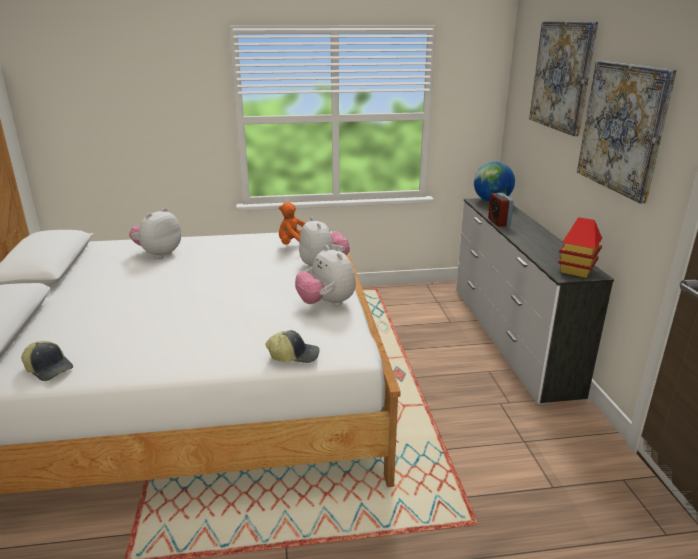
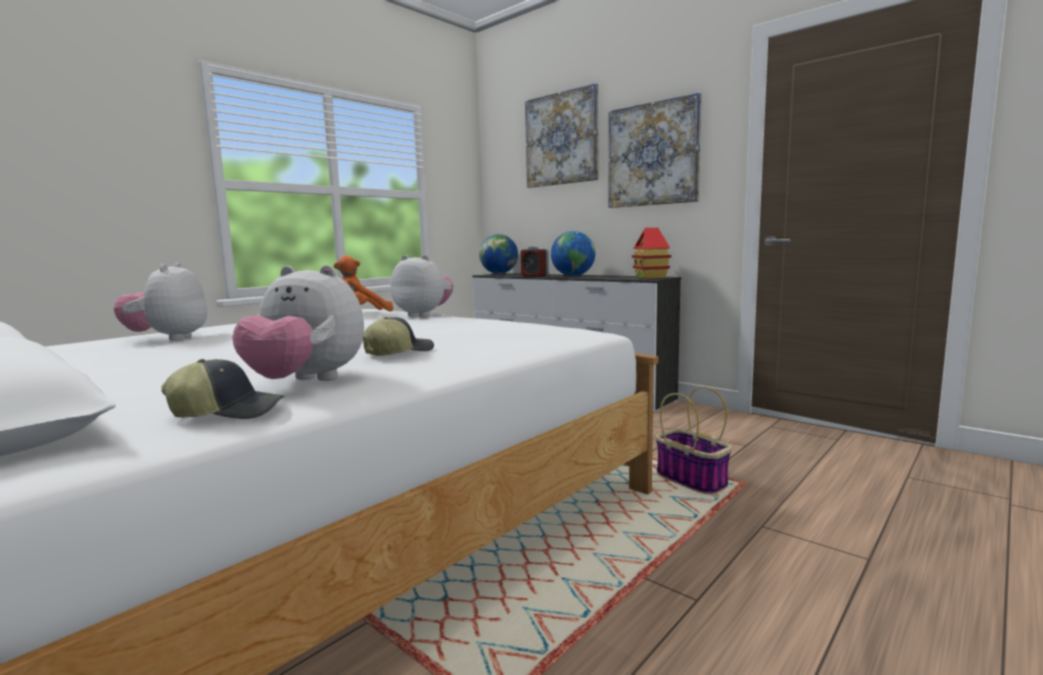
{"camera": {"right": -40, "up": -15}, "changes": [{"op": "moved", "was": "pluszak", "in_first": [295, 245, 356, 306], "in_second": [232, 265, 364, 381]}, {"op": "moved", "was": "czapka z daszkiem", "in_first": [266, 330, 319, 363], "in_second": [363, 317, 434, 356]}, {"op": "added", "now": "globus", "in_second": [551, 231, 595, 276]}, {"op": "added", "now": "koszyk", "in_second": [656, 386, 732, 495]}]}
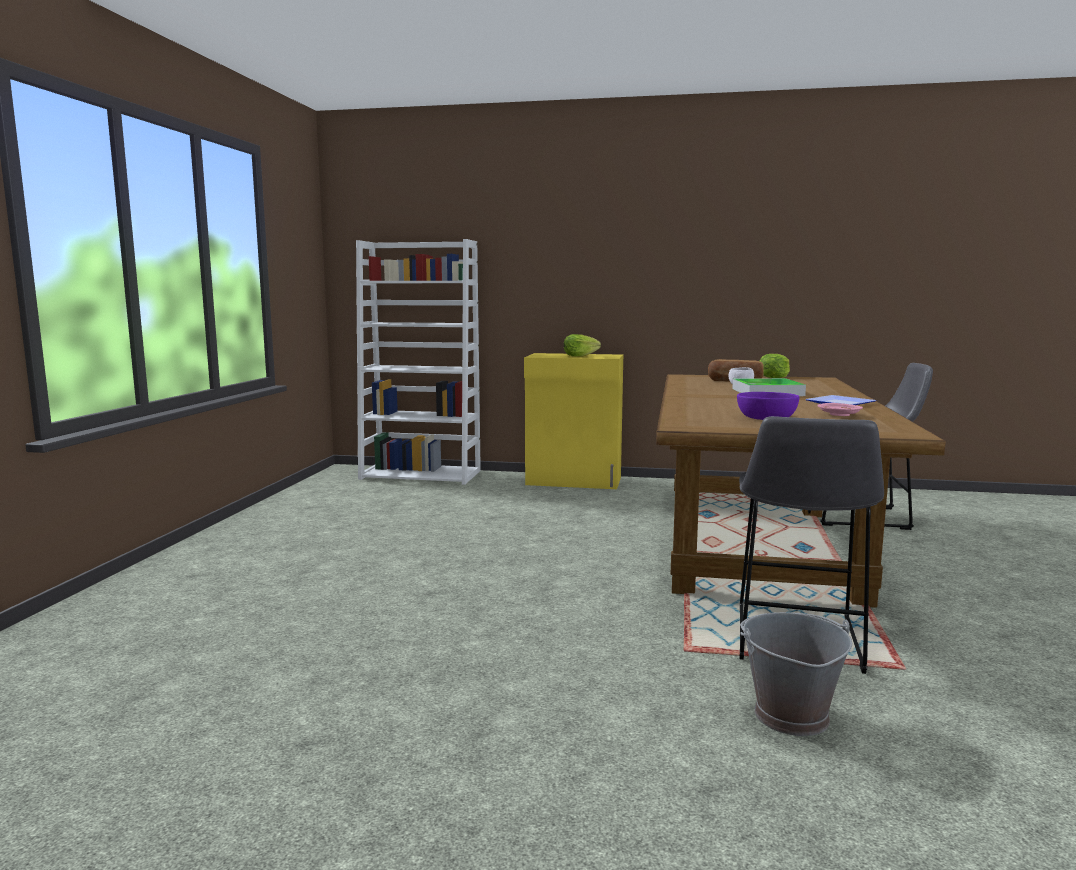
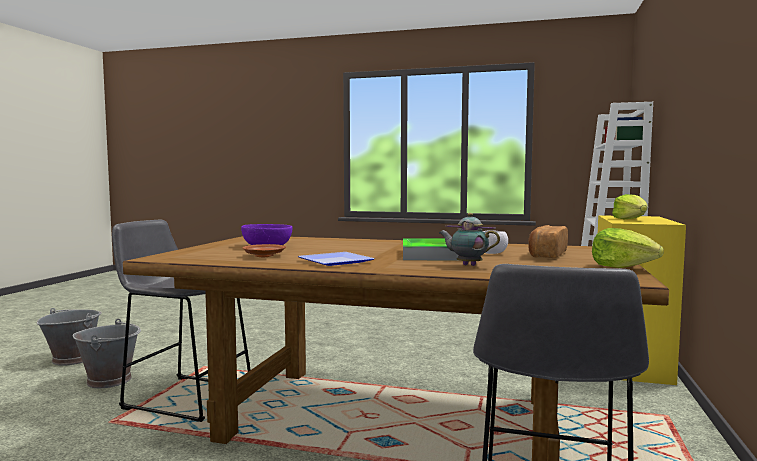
{"camera": {"right": 95, "up": -5}, "changes": [{"op": "recoloured", "was": "talerz (różowy)", "now": "talerz (brązowy)", "in_first": [817, 403, 863, 416], "in_second": [243, 244, 286, 257]}, {"op": "added", "now": "imbryk", "in_second": [439, 213, 500, 266]}, {"op": "added", "now": "wiadro (szary)", "in_second": [37, 308, 102, 366]}]}
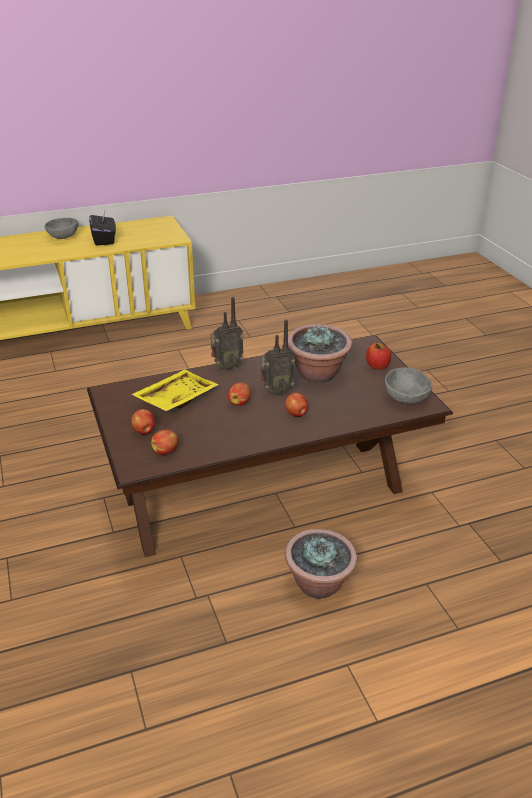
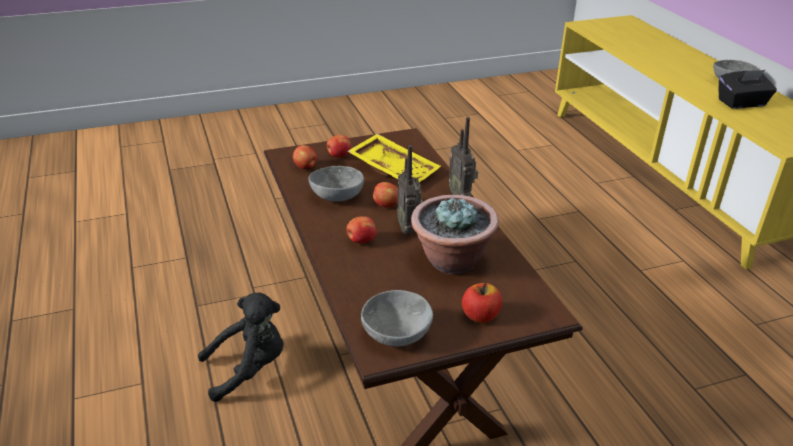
{"camera": {"right": 90, "up": 0}, "changes": [{"op": "replaced", "was": "roślina doniczkowa", "now": "pluszak (czarny)", "in_first": [285, 529, 357, 599], "in_second": [198, 292, 284, 402]}, {"op": "added", "now": "miska (szary)", "in_second": [309, 166, 364, 201]}]}
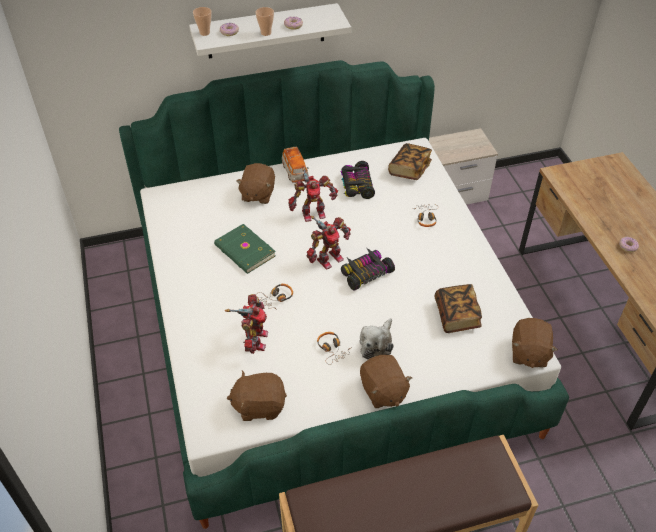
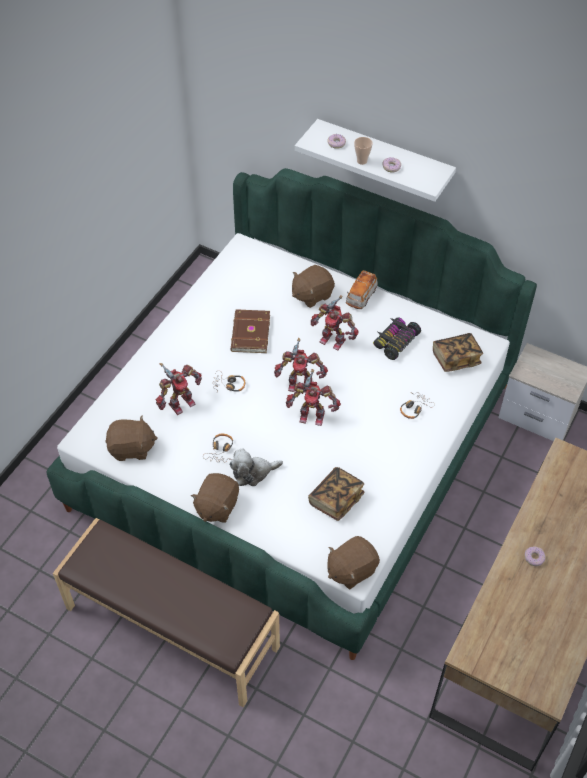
{"camera": {"right": 45, "up": 5}, "changes": [{"op": "removed", "was": "filiżanka", "in_first": [193, 7, 212, 36]}, {"op": "recoloured", "was": "książka (zielony)", "now": "książka (brązowy)", "in_first": [214, 224, 276, 274], "in_second": [230, 309, 270, 353]}, {"op": "replaced", "was": "samochodzik", "now": "robot zabawkowy", "in_first": [341, 248, 395, 291], "in_second": [286, 369, 341, 426]}, {"op": "turned", "was": "pluszak (brązowy)", "in_first": [227, 370, 287, 421], "in_second": [105, 415, 158, 461], "clockwise": 135}]}
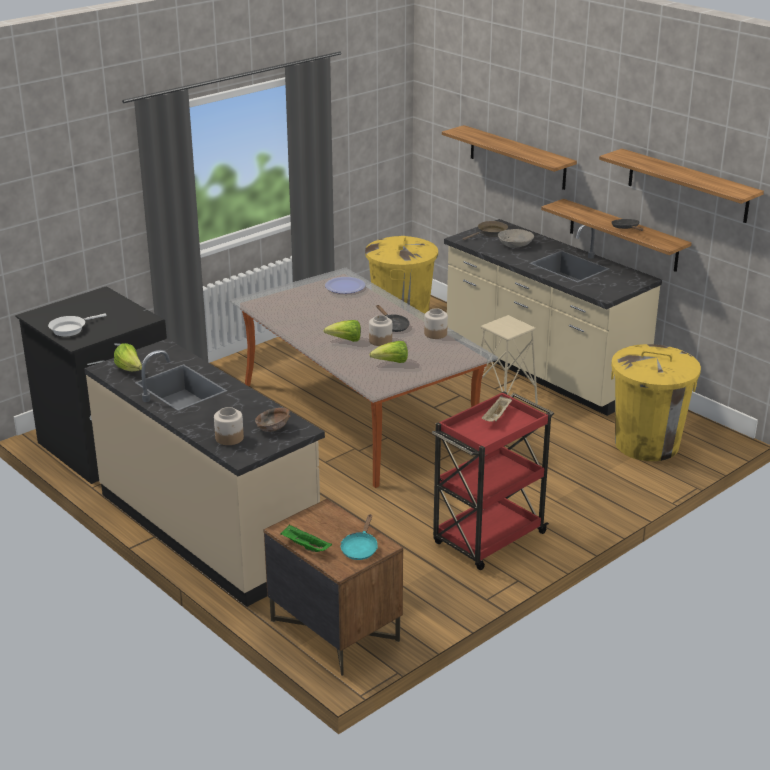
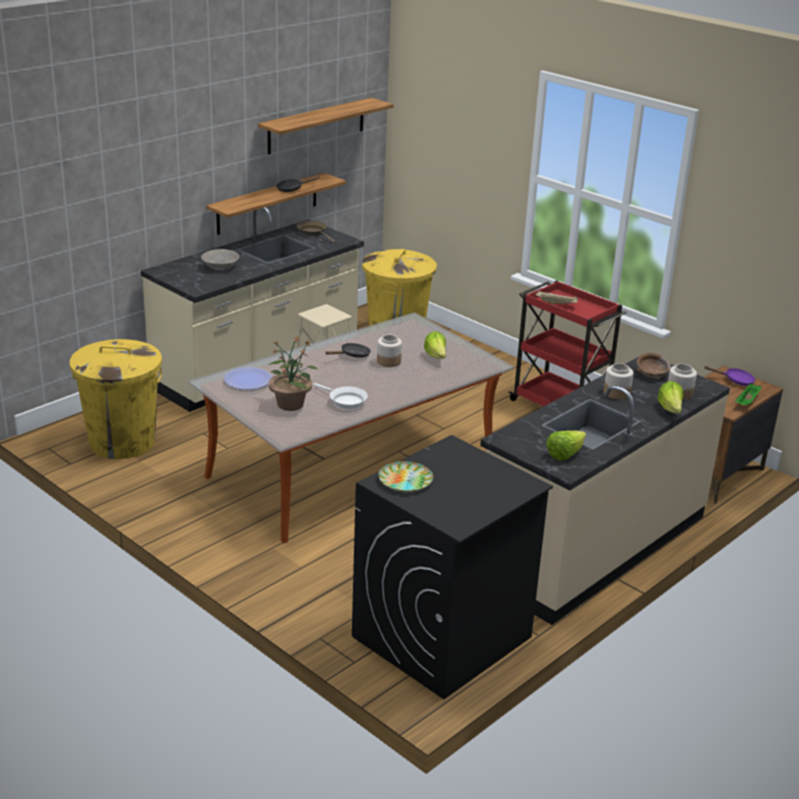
{"camera": {"right": -95, "up": 0}, "changes": [{"op": "removed", "was": "półka", "in_first": [442, 125, 577, 190]}, {"op": "moved", "was": "patelnia (brązowy)", "in_first": [463, 221, 508, 240], "in_second": [296, 221, 336, 243]}, {"op": "moved", "was": "słoik", "in_first": [424, 308, 448, 339], "in_second": [604, 363, 633, 399]}, {"op": "moved", "was": "patelnia (biały)", "in_first": [48, 313, 106, 336], "in_second": [313, 383, 368, 409]}, {"op": "moved", "was": "sałata", "in_first": [324, 320, 361, 342], "in_second": [657, 381, 684, 413]}, {"op": "recoloured", "was": "patelnia (turkusowy)", "now": "patelnia (fioletowy)", "in_first": [340, 514, 378, 560], "in_second": [705, 366, 755, 386]}, {"op": "added", "now": "roślina doniczkowa", "in_second": [268, 335, 317, 411]}, {"op": "added", "now": "talerz", "in_second": [378, 461, 433, 492]}]}
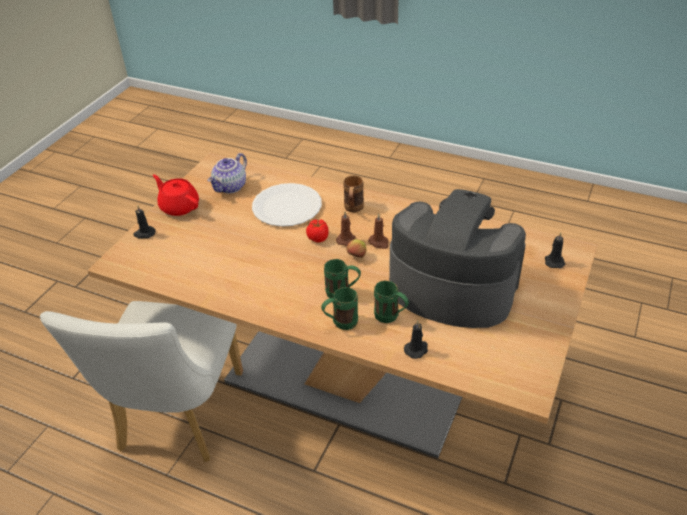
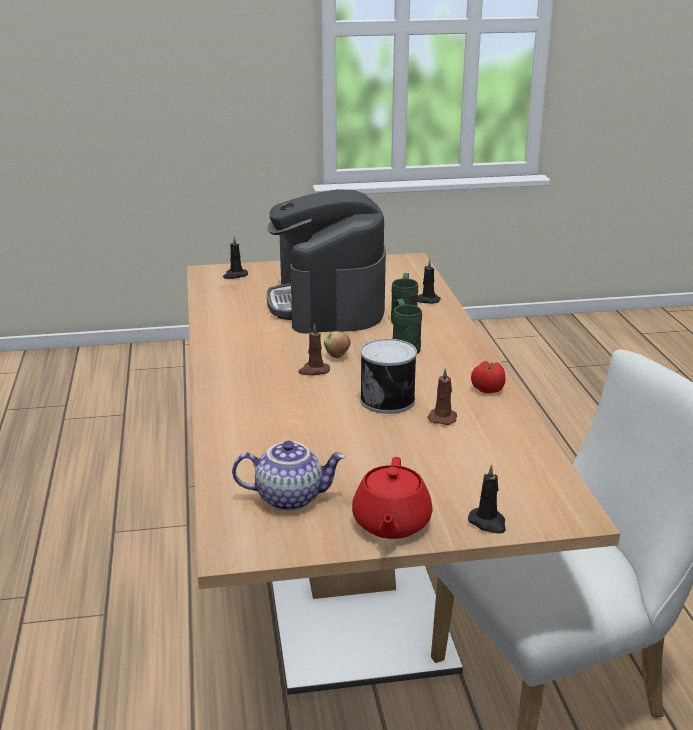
{"camera": {"right": -125, "up": -15}, "changes": [{"op": "removed", "was": "kubek (brązowy)", "in_first": [343, 175, 364, 212]}, {"op": "removed", "was": "talerz (biały)", "in_first": [252, 183, 322, 227]}, {"op": "moved", "was": "świeca (brązowy)", "in_first": [368, 213, 389, 249], "in_second": [427, 367, 457, 425]}, {"op": "moved", "was": "pomidor", "in_first": [306, 219, 329, 243], "in_second": [471, 361, 506, 394]}, {"op": "removed", "was": "kubek (zielony)", "in_first": [321, 287, 358, 330]}, {"op": "added", "now": "puszka", "in_second": [360, 339, 417, 414]}]}
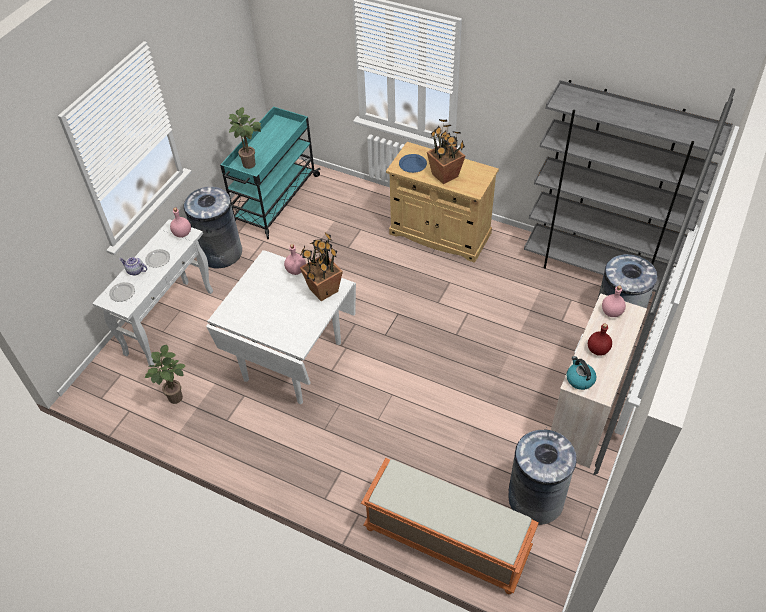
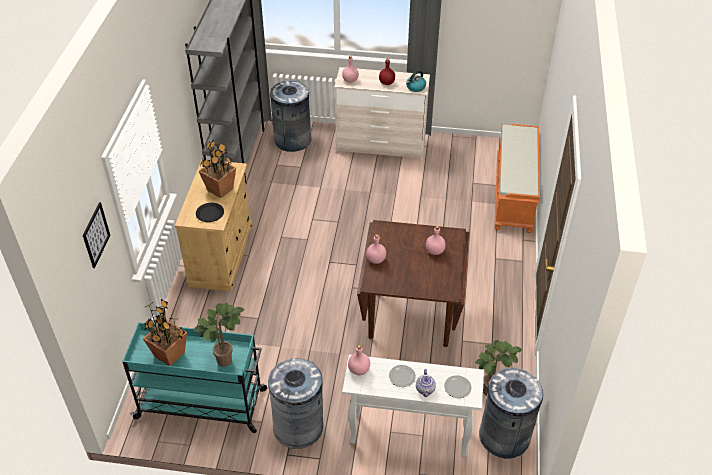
{"camera": {"right": -110, "up": -5}, "changes": [{"op": "recoloured", "was": "talerz (niebieski)", "now": "talerz (czarny)", "in_first": [399, 154, 427, 173], "in_second": [196, 203, 224, 222]}, {"op": "moved", "was": "roślina doniczkowa", "in_first": [300, 233, 343, 301], "in_second": [143, 299, 187, 366]}, {"op": "recoloured", "was": "stół jadalny (biały)", "now": "stół jadalny (brązowy)", "in_first": [206, 250, 356, 404], "in_second": [357, 220, 469, 347]}, {"op": "moved", "was": "kosz na śmieci (szary)", "in_first": [508, 427, 577, 525], "in_second": [479, 368, 543, 458]}, {"op": "added", "now": "obraz", "in_second": [83, 202, 110, 268]}, {"op": "added", "now": "butelka (różowy)", "in_second": [426, 226, 446, 255]}]}
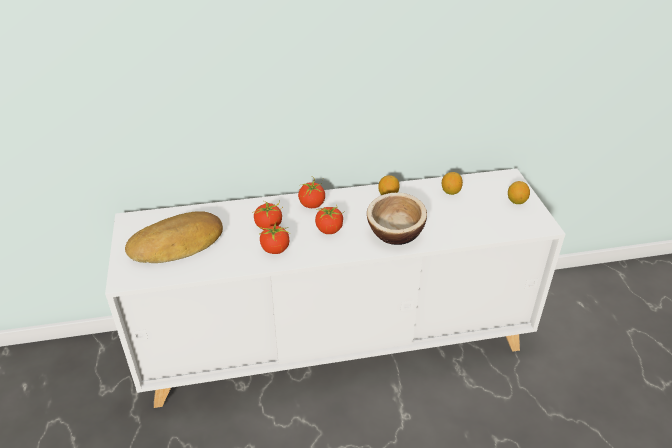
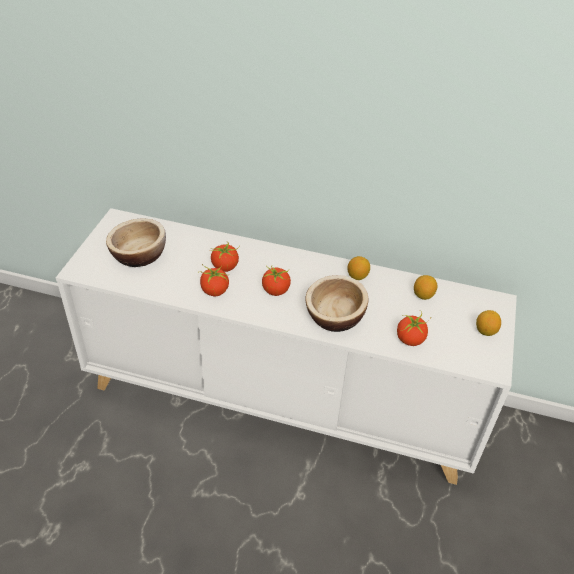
{"camera": {"right": 25, "up": 5}, "changes": [{"op": "moved", "was": "pomidor", "in_first": [298, 176, 325, 208], "in_second": [397, 310, 430, 346]}, {"op": "replaced", "was": "chleb", "now": "miska", "in_first": [125, 211, 223, 263], "in_second": [106, 219, 166, 267]}]}
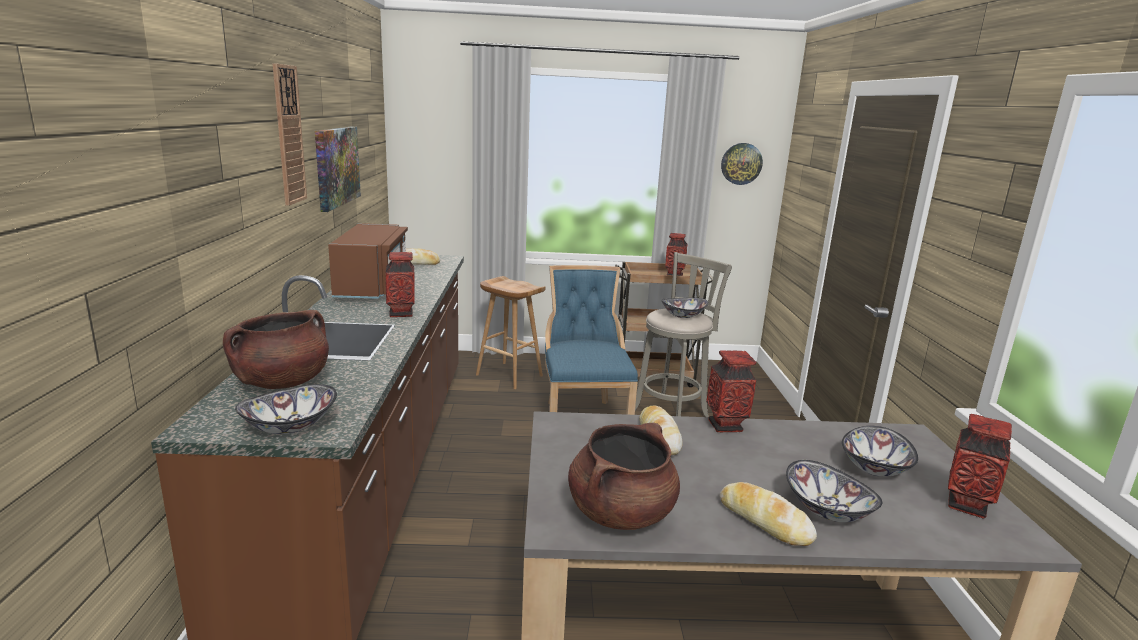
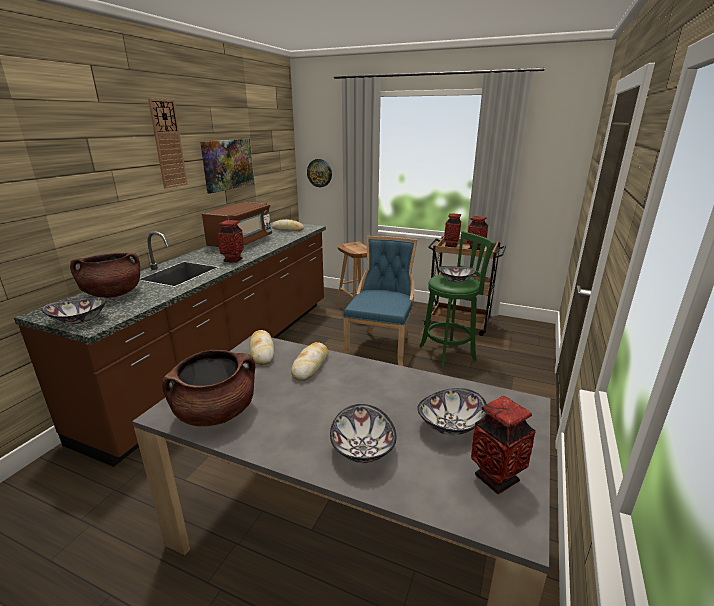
{"camera": {"right": 25, "up": 5}, "changes": [{"op": "moved", "was": "zegar ścienny", "in_first": [721, 143, 763, 185], "in_second": [307, 159, 332, 187]}, {"op": "recoloured", "was": "stołek (szary)", "now": "stołek (zielony)", "in_first": [635, 252, 732, 417], "in_second": [419, 231, 495, 368]}, {"op": "moved", "was": "wazon", "in_first": [706, 350, 756, 432], "in_second": [444, 213, 461, 248]}, {"op": "moved", "was": "chleb", "in_first": [720, 482, 817, 546], "in_second": [250, 330, 274, 365]}]}
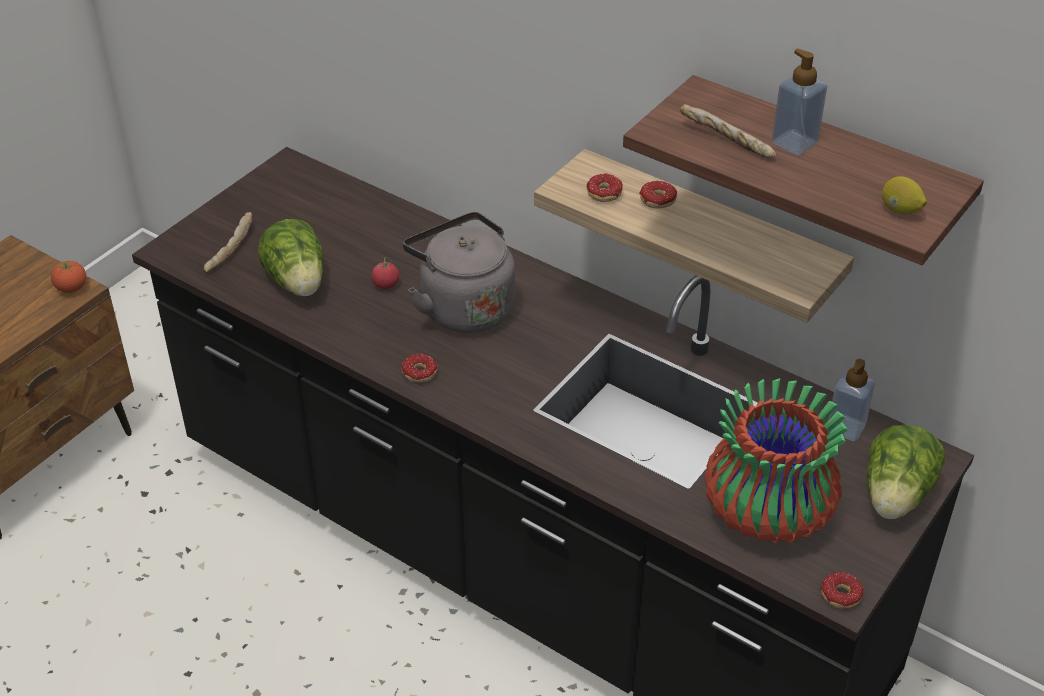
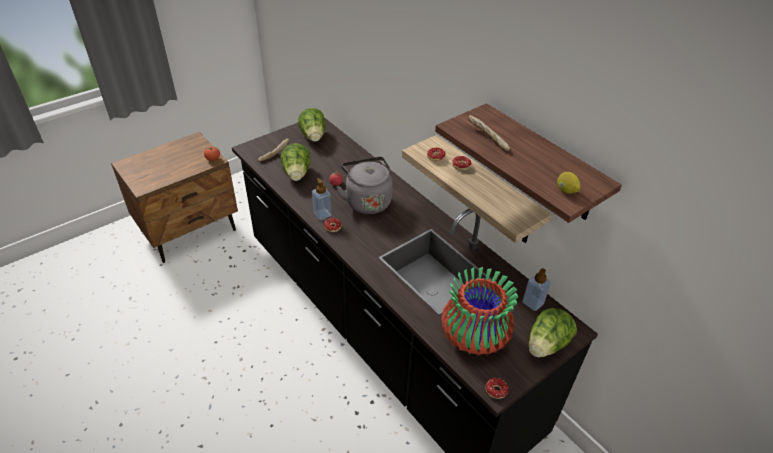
{"camera": {"right": 15, "up": 0}, "changes": [{"op": "moved", "was": "dozownik mydła", "in_first": [772, 48, 827, 155], "in_second": [312, 178, 332, 220]}, {"op": "added", "now": "sałata", "in_second": [298, 108, 326, 142]}]}
